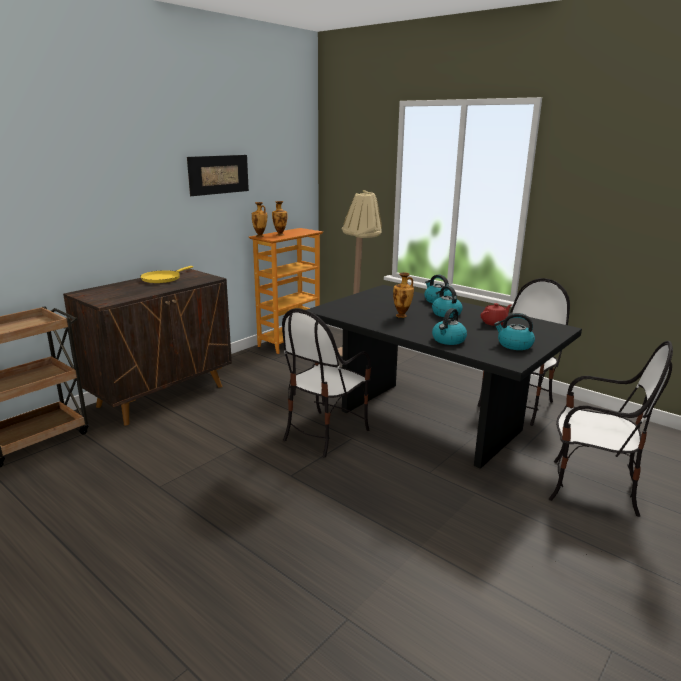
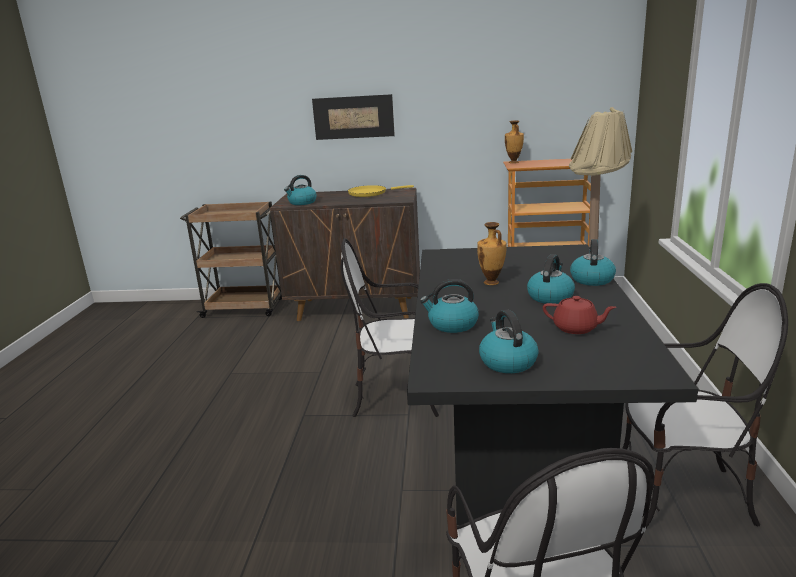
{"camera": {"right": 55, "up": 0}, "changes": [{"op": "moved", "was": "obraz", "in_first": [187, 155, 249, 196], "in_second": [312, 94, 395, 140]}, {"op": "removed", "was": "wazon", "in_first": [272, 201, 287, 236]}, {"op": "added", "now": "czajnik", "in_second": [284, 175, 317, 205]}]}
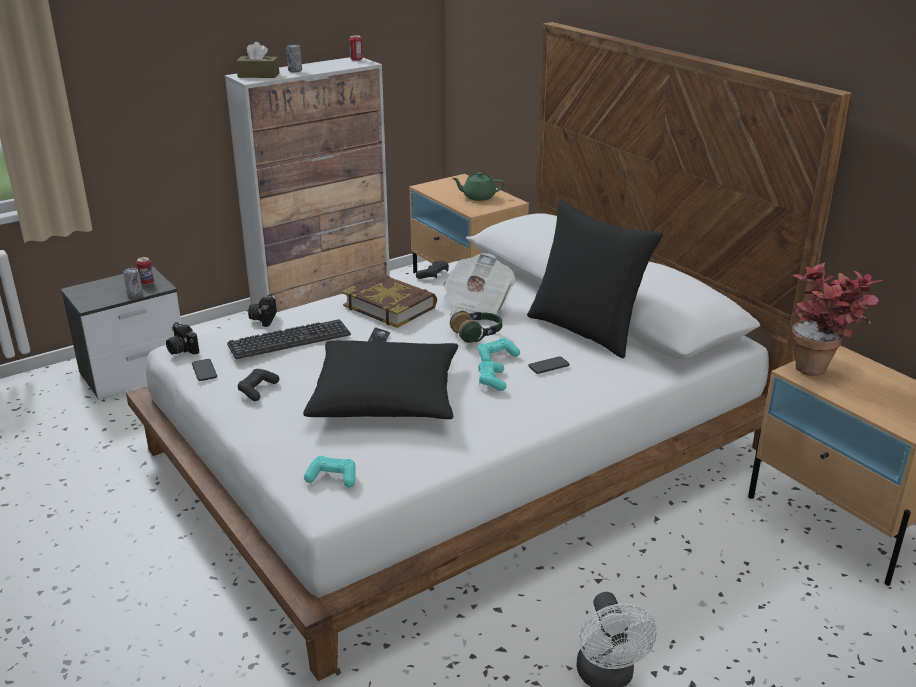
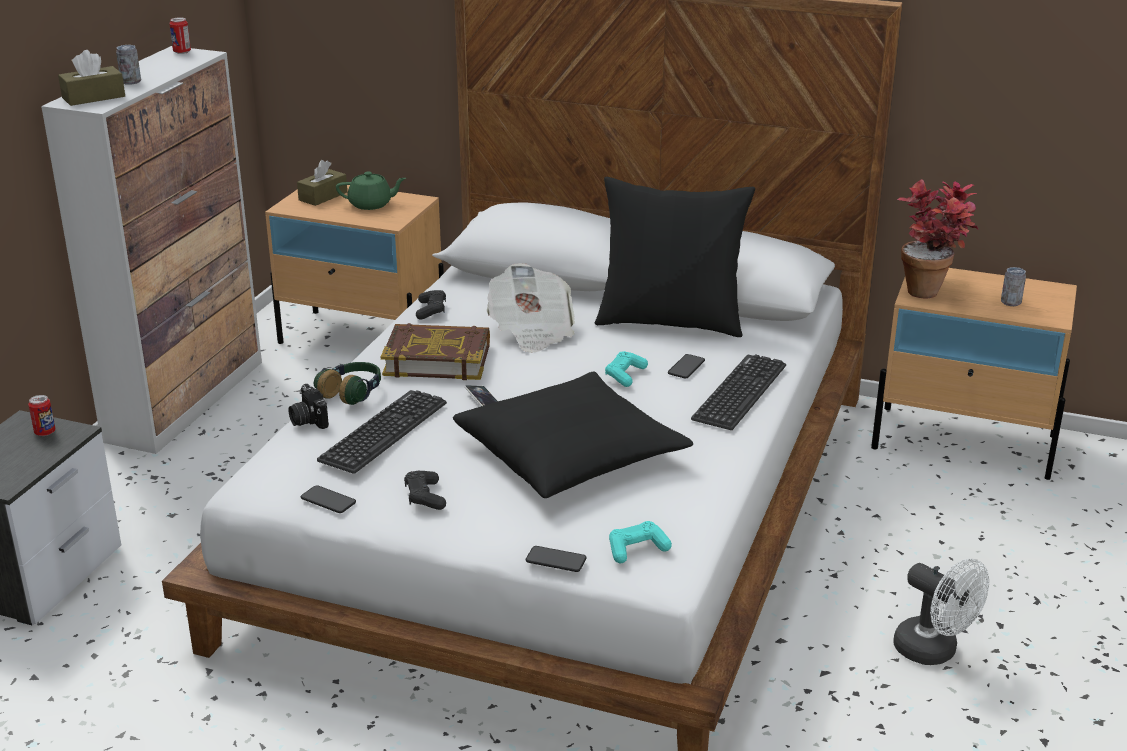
{"camera": {"right": -35, "up": 0}, "changes": [{"op": "turned", "was": "imbryk (zielony)", "in_first": [452, 172, 504, 201], "in_second": [336, 171, 406, 210], "clockwise": -150}, {"op": "moved", "was": "puszka", "in_first": [124, 268, 143, 297], "in_second": [1001, 267, 1026, 306]}, {"op": "moved", "was": "słuchawki", "in_first": [450, 311, 502, 343], "in_second": [314, 362, 381, 405]}, {"op": "removed", "was": "aparat fotograficzny", "in_first": [166, 322, 199, 355]}, {"op": "removed", "was": "pad do gier (turkusowy)", "in_first": [478, 361, 506, 391]}, {"op": "added", "now": "pudełko chusteczek (brązowy)", "in_second": [297, 160, 347, 206]}, {"op": "added", "now": "klawiatura", "in_second": [691, 354, 786, 430]}, {"op": "added", "now": "telefon", "in_second": [526, 546, 587, 572]}]}
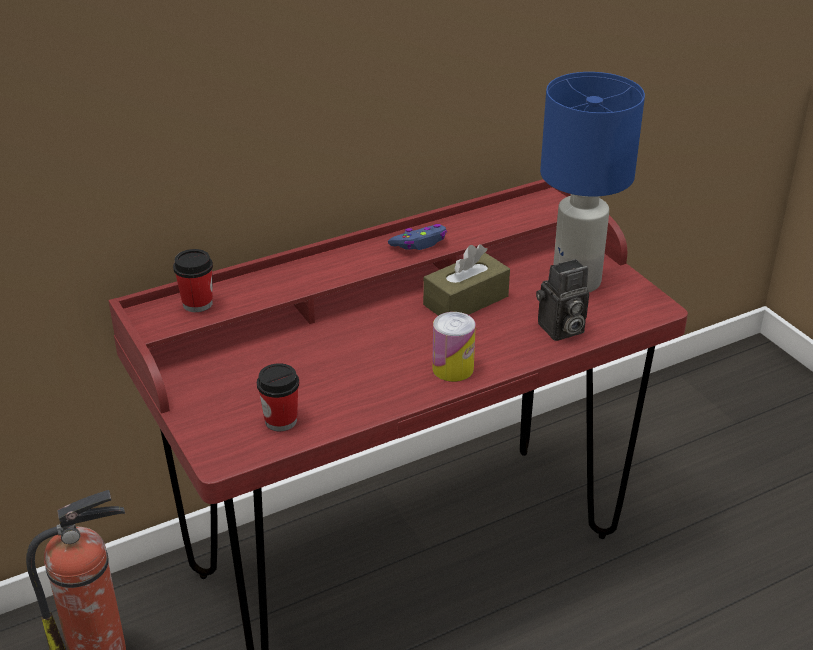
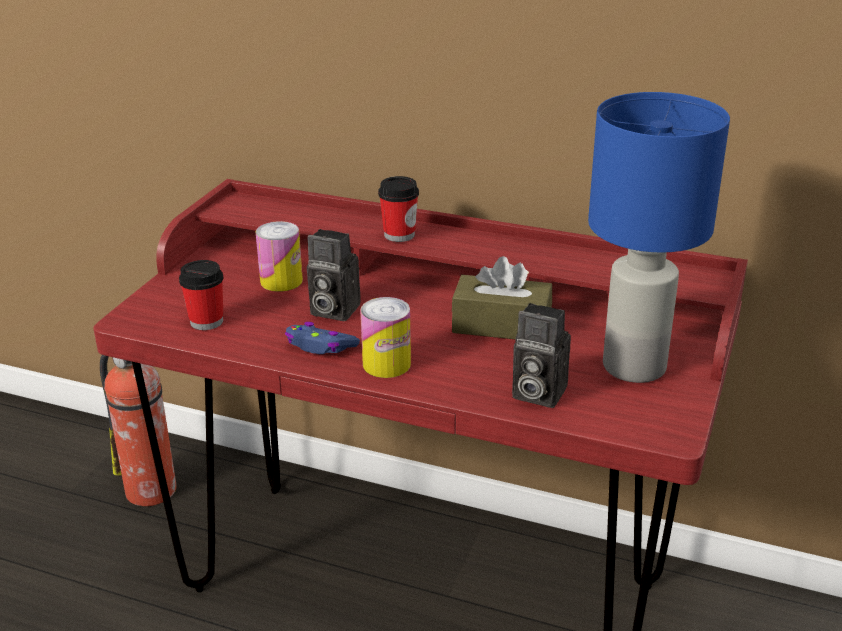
{"camera": {"right": 50, "up": -5}, "changes": [{"op": "moved", "was": "pad do gier (niebieski)", "in_first": [388, 224, 447, 250], "in_second": [285, 322, 360, 354]}, {"op": "moved", "was": "filiżanka", "in_first": [173, 249, 213, 312], "in_second": [378, 176, 419, 242]}, {"op": "added", "now": "puszka", "in_second": [256, 221, 303, 292]}, {"op": "added", "now": "aparat fotograficzny", "in_second": [307, 229, 361, 321]}]}
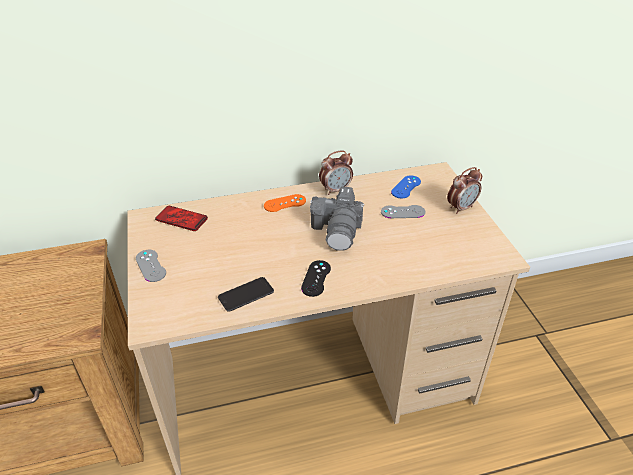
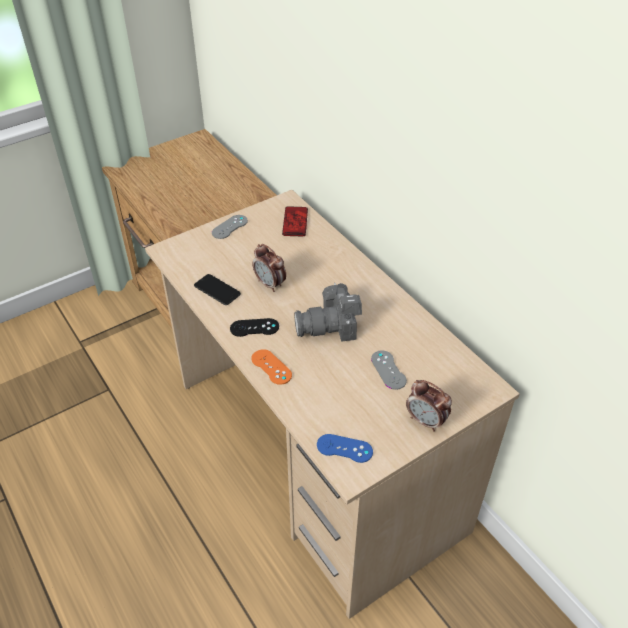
{"camera": {"right": 70, "up": 5}, "changes": [{"op": "moved", "was": "budzik", "in_first": [319, 151, 353, 195], "in_second": [252, 244, 286, 292]}, {"op": "moved", "was": "pad do gier (niebieski)", "in_first": [391, 175, 421, 198], "in_second": [317, 434, 373, 463]}, {"op": "moved", "was": "pad do gier (pomarańczowy)", "in_first": [264, 194, 306, 212], "in_second": [251, 349, 292, 385]}]}
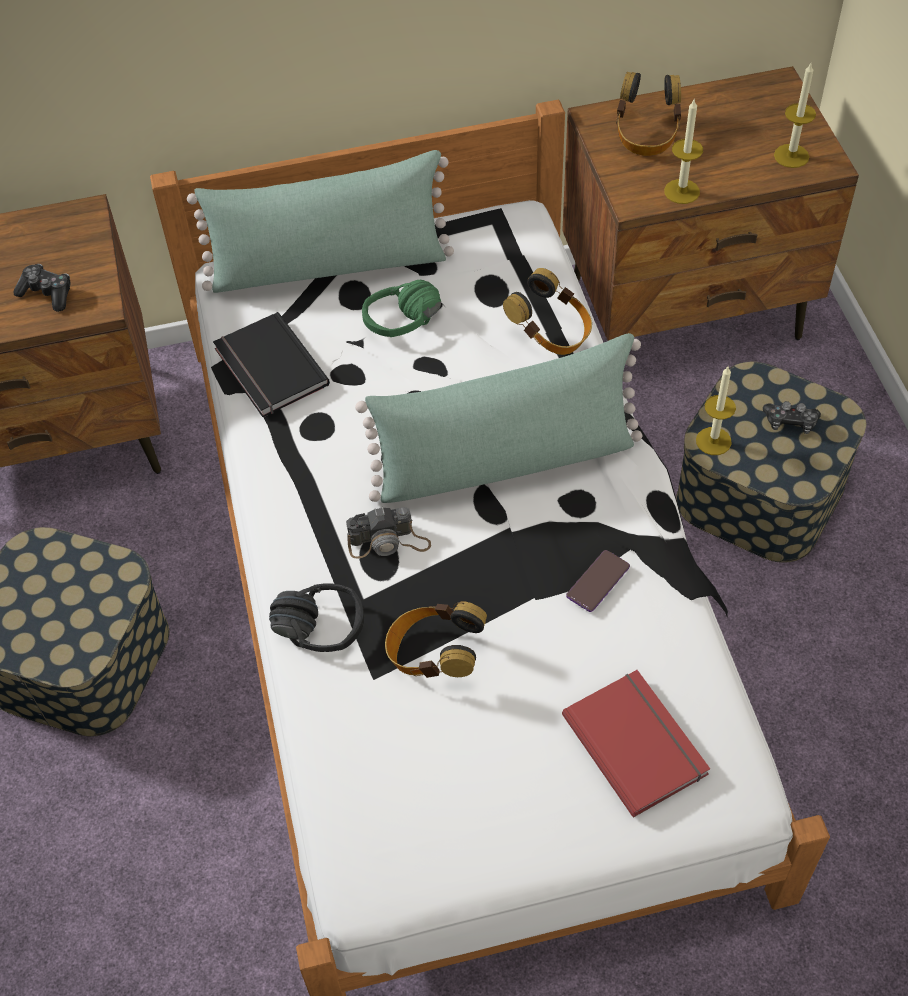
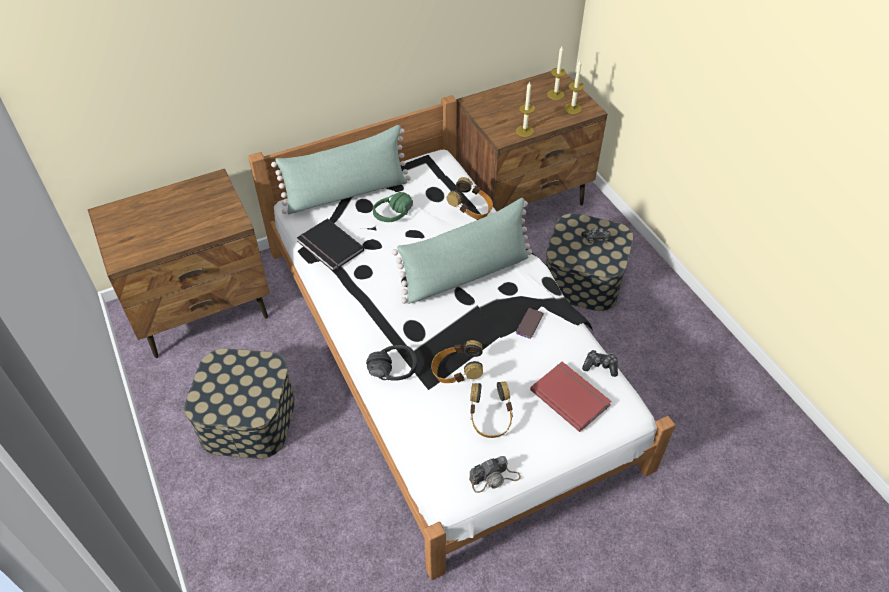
{"camera": {"right": -15, "up": -5}, "changes": [{"op": "moved", "was": "słuchawki", "in_first": [616, 72, 681, 156], "in_second": [470, 381, 513, 438]}, {"op": "moved", "was": "pad do gier", "in_first": [13, 264, 70, 312], "in_second": [582, 350, 618, 377]}, {"op": "moved", "was": "świeca", "in_first": [696, 367, 736, 455], "in_second": [547, 46, 566, 100]}, {"op": "moved", "was": "aparat fotograficzny", "in_first": [346, 507, 431, 558], "in_second": [469, 456, 521, 493]}]}
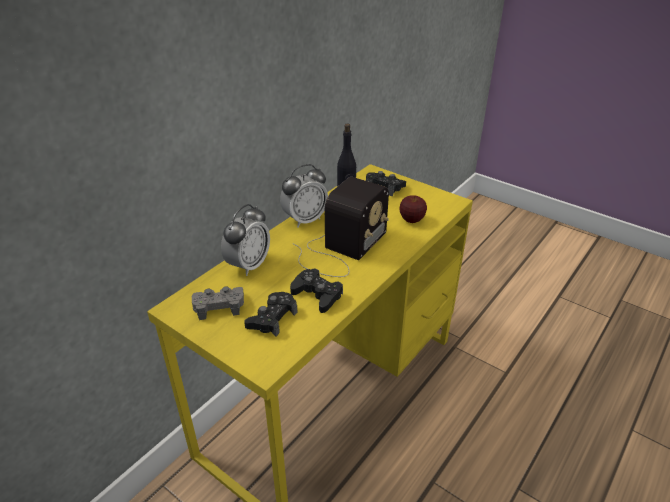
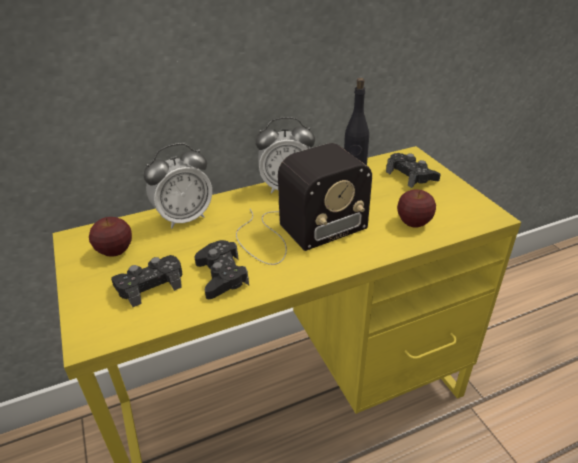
{"camera": {"right": 30, "up": 0}, "changes": [{"op": "replaced", "was": "pad do gier (szary)", "now": "jabłko", "in_first": [192, 287, 244, 320], "in_second": [89, 217, 132, 257]}]}
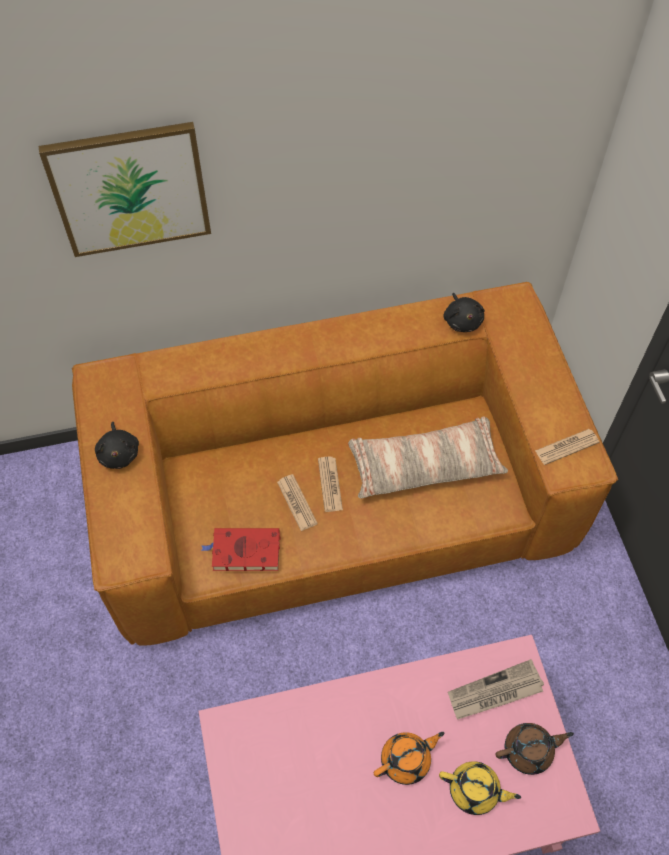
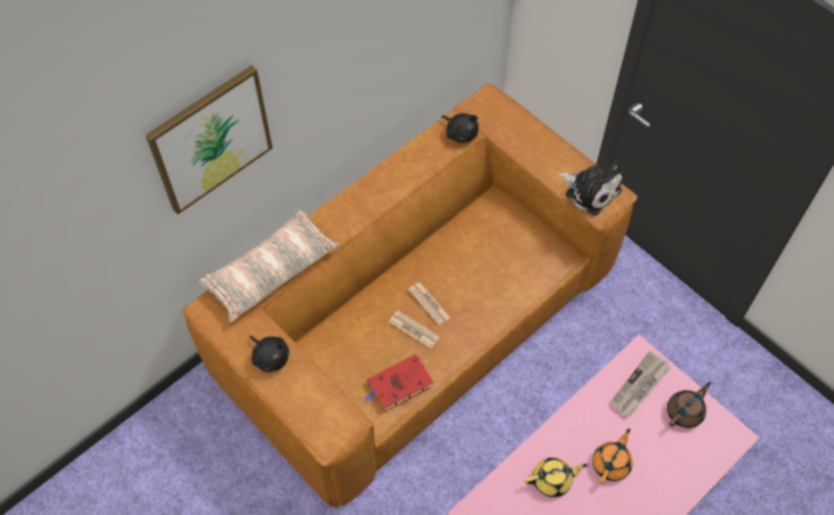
{"camera": {"right": -30, "up": 0}, "changes": [{"op": "moved", "was": "poduszka", "in_first": [348, 417, 508, 499], "in_second": [199, 210, 340, 322]}, {"op": "replaced", "was": "gazeta", "now": "pluszak", "in_first": [535, 429, 599, 465], "in_second": [559, 160, 622, 216]}, {"op": "moved", "was": "imbryk (żółty)", "in_first": [439, 761, 521, 815], "in_second": [525, 457, 588, 497]}]}
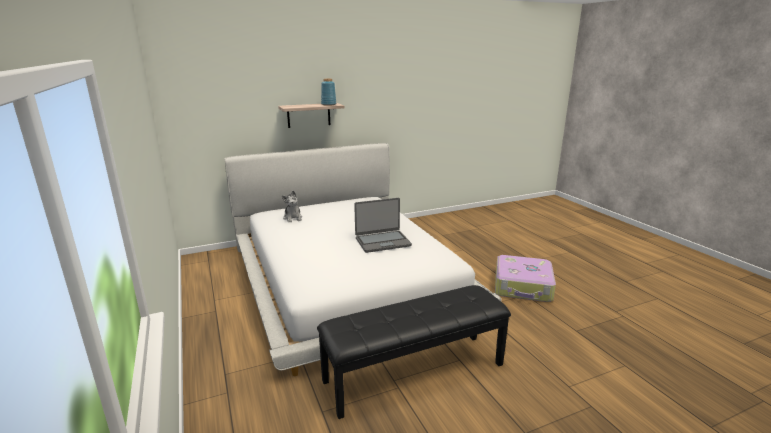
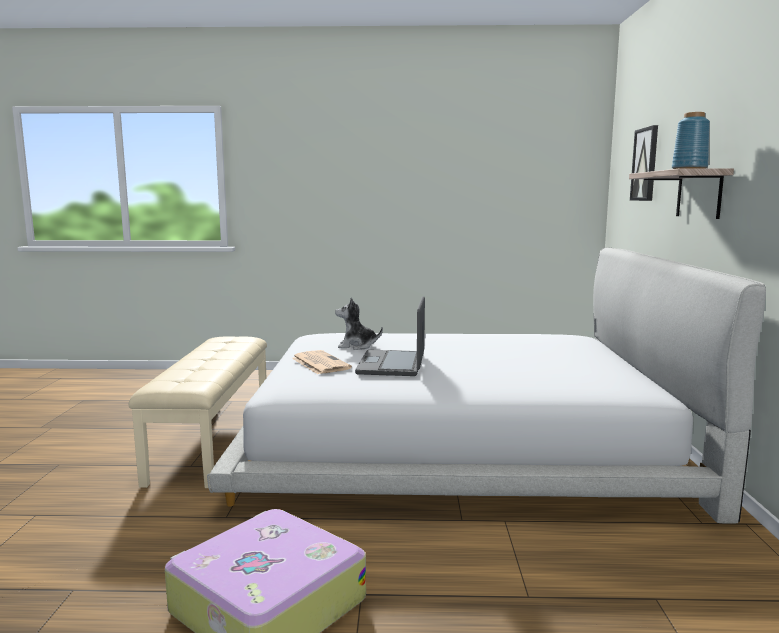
{"camera": {"right": 115, "up": -10}, "changes": [{"op": "moved", "was": "pluszak", "in_first": [282, 191, 302, 223], "in_second": [335, 298, 383, 350]}, {"op": "recoloured", "was": "ławka (czarny)", "now": "ławka (beżowy)", "in_first": [317, 285, 511, 419], "in_second": [129, 336, 267, 488]}, {"op": "added", "now": "obraz", "in_second": [630, 125, 658, 201]}, {"op": "added", "now": "gazeta", "in_second": [292, 350, 352, 374]}]}
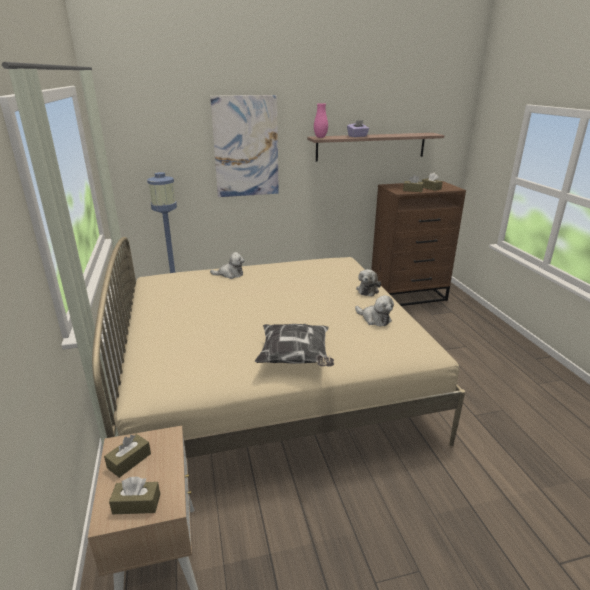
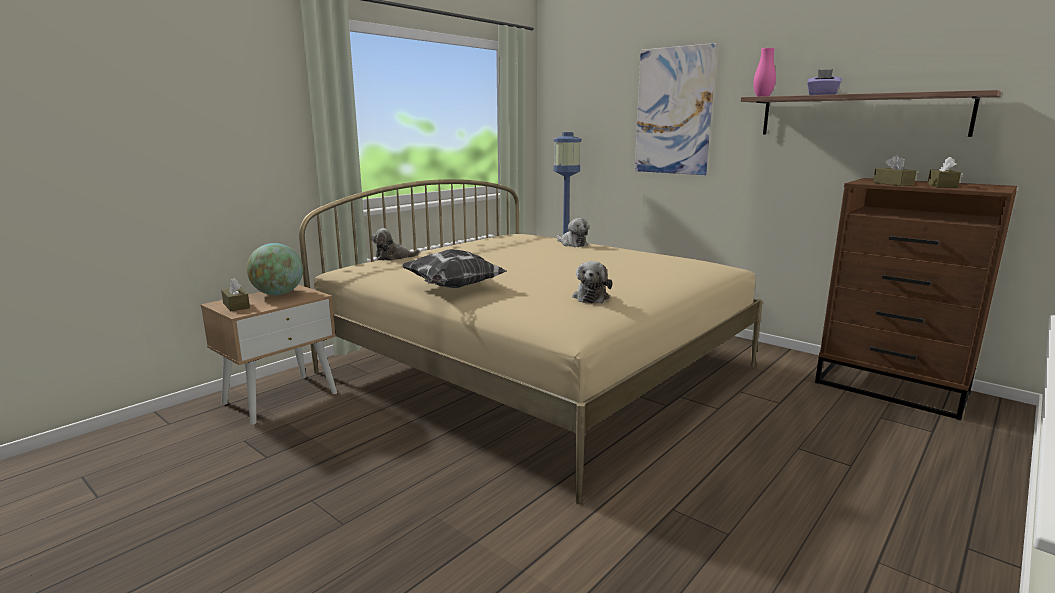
{"camera": {"right": 55, "up": -10}, "changes": [{"op": "moved", "was": "pluszak", "in_first": [356, 269, 381, 297], "in_second": [372, 228, 420, 261]}, {"op": "replaced", "was": "pudełko chusteczek (brązowy)", "now": "globus", "in_first": [104, 434, 151, 478], "in_second": [247, 243, 303, 295]}]}
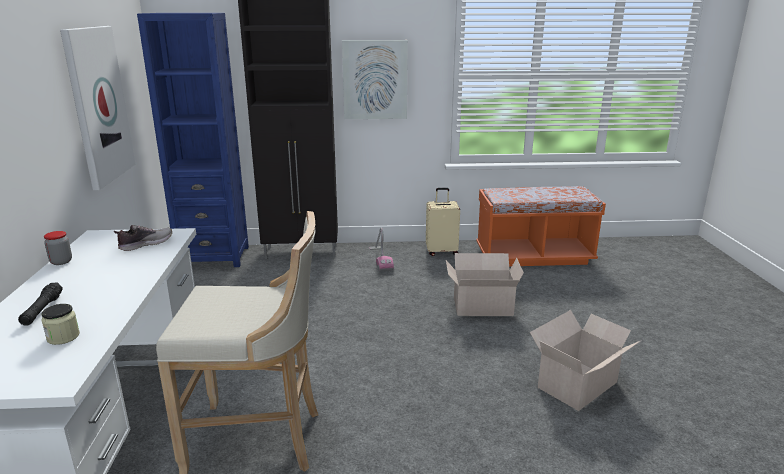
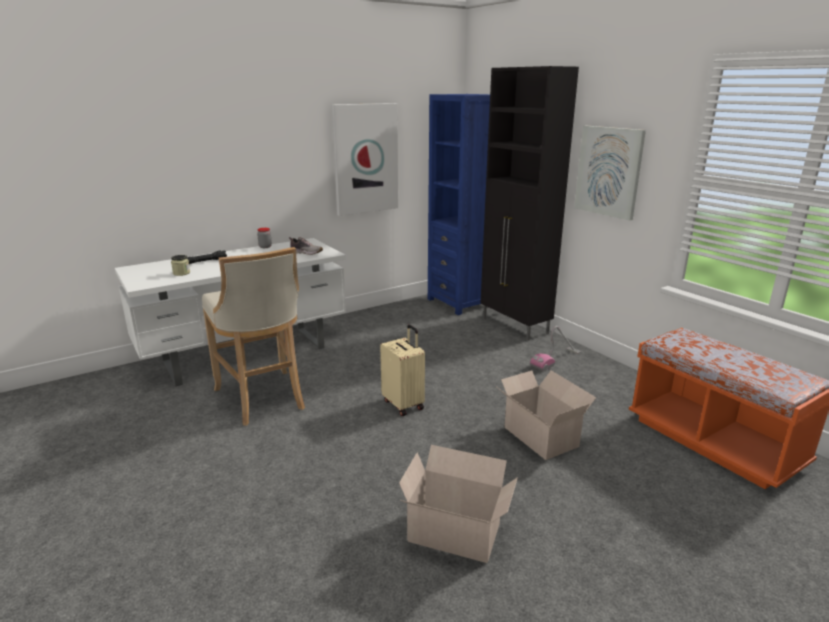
{"camera": {"right": 60, "up": 0}, "changes": [{"op": "moved", "was": "walizka (beżowy)", "in_first": [426, 188, 460, 256], "in_second": [380, 325, 425, 416]}]}
